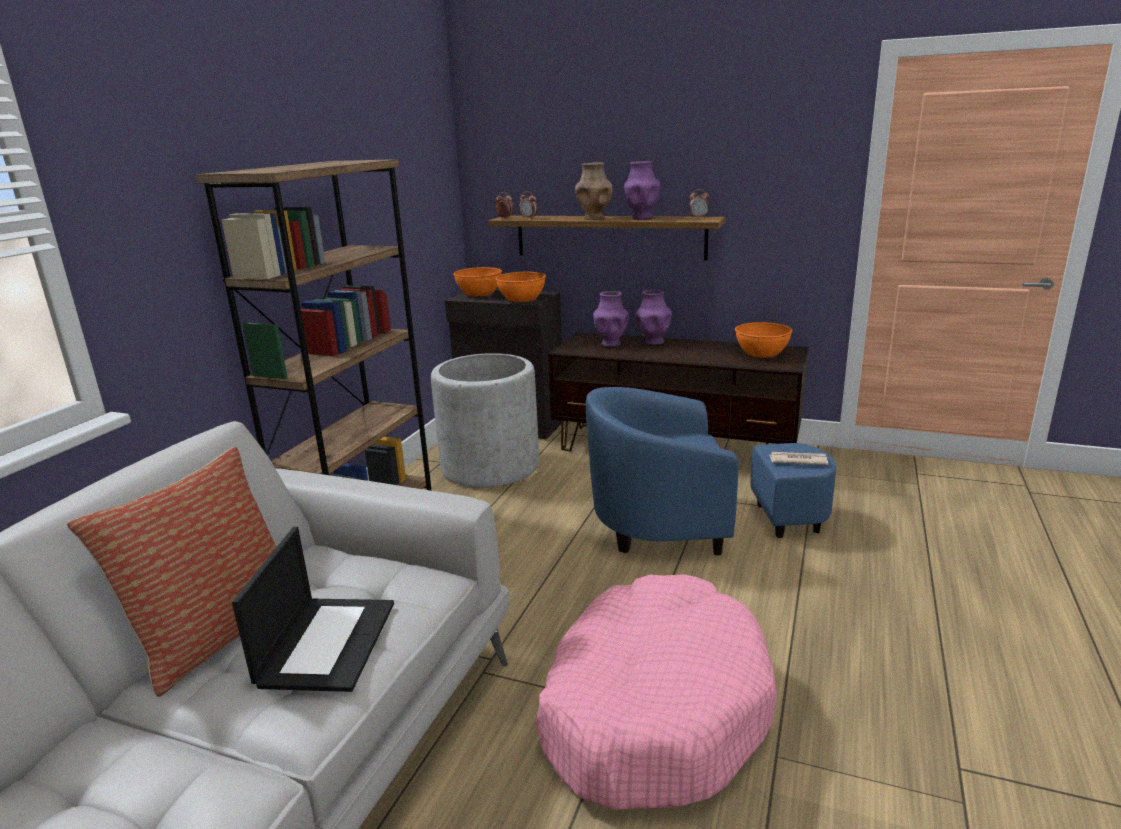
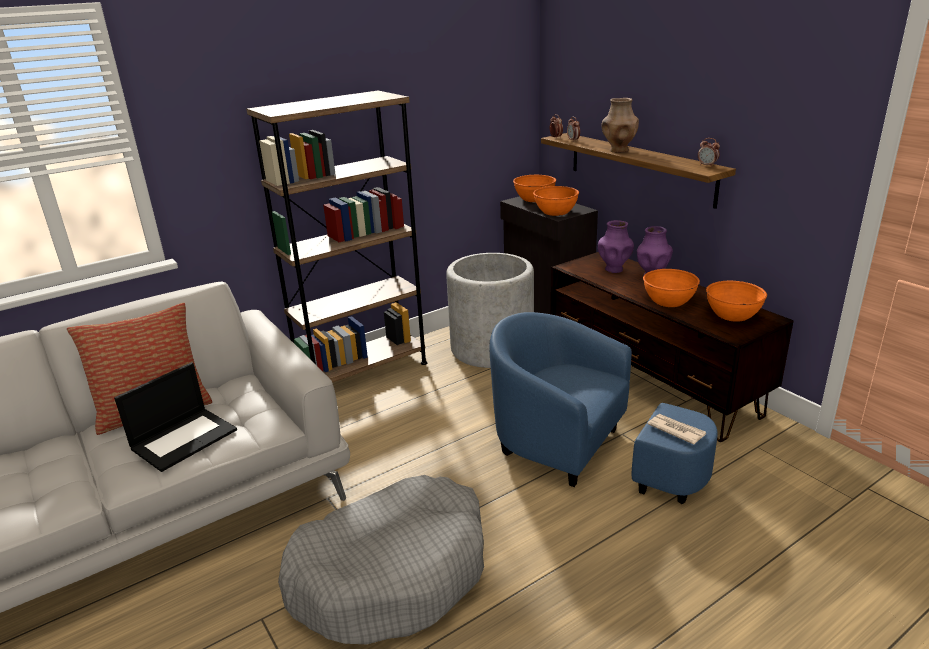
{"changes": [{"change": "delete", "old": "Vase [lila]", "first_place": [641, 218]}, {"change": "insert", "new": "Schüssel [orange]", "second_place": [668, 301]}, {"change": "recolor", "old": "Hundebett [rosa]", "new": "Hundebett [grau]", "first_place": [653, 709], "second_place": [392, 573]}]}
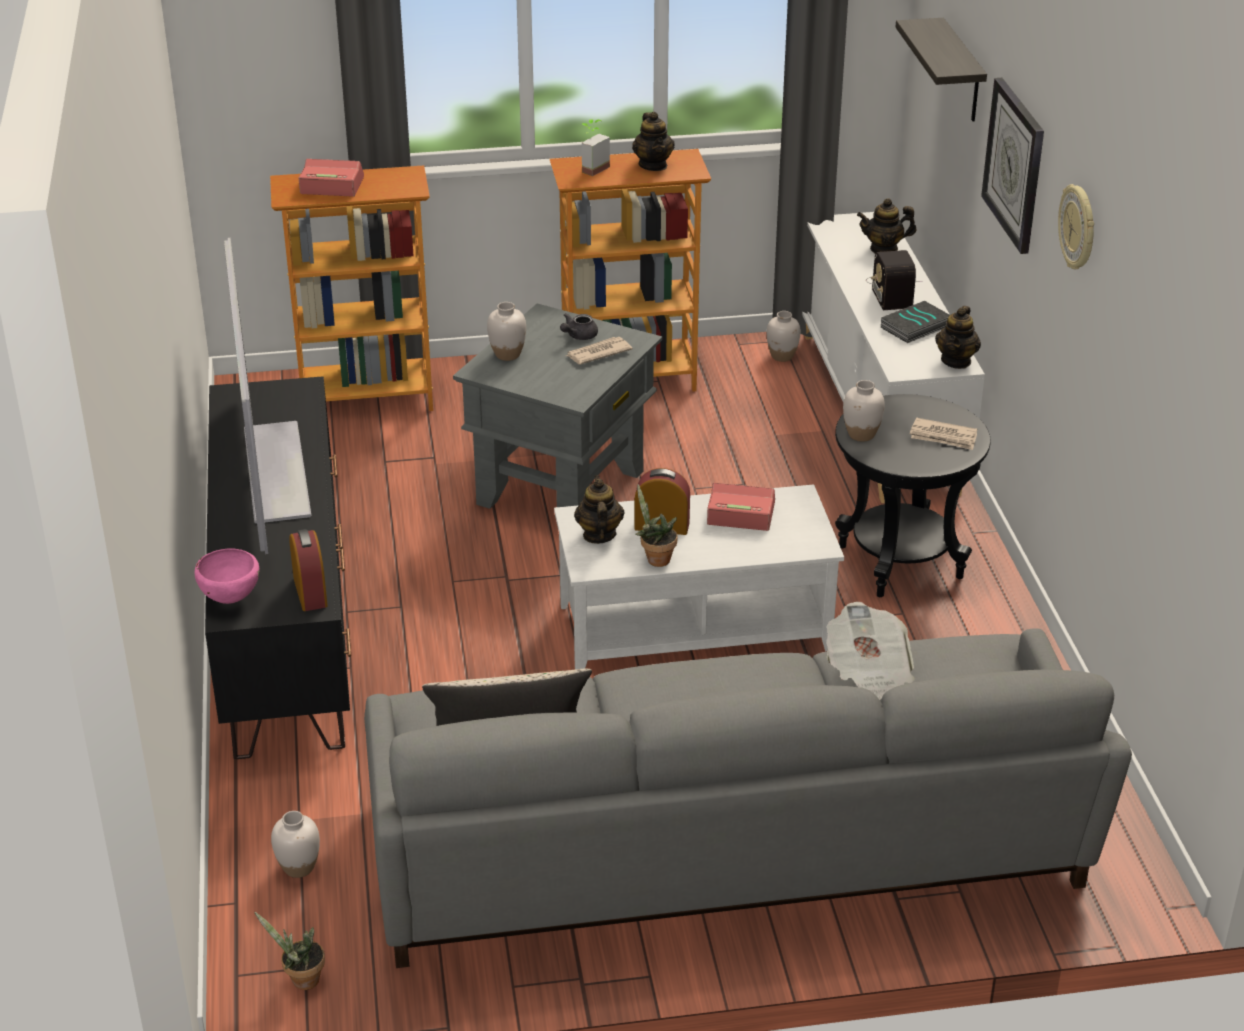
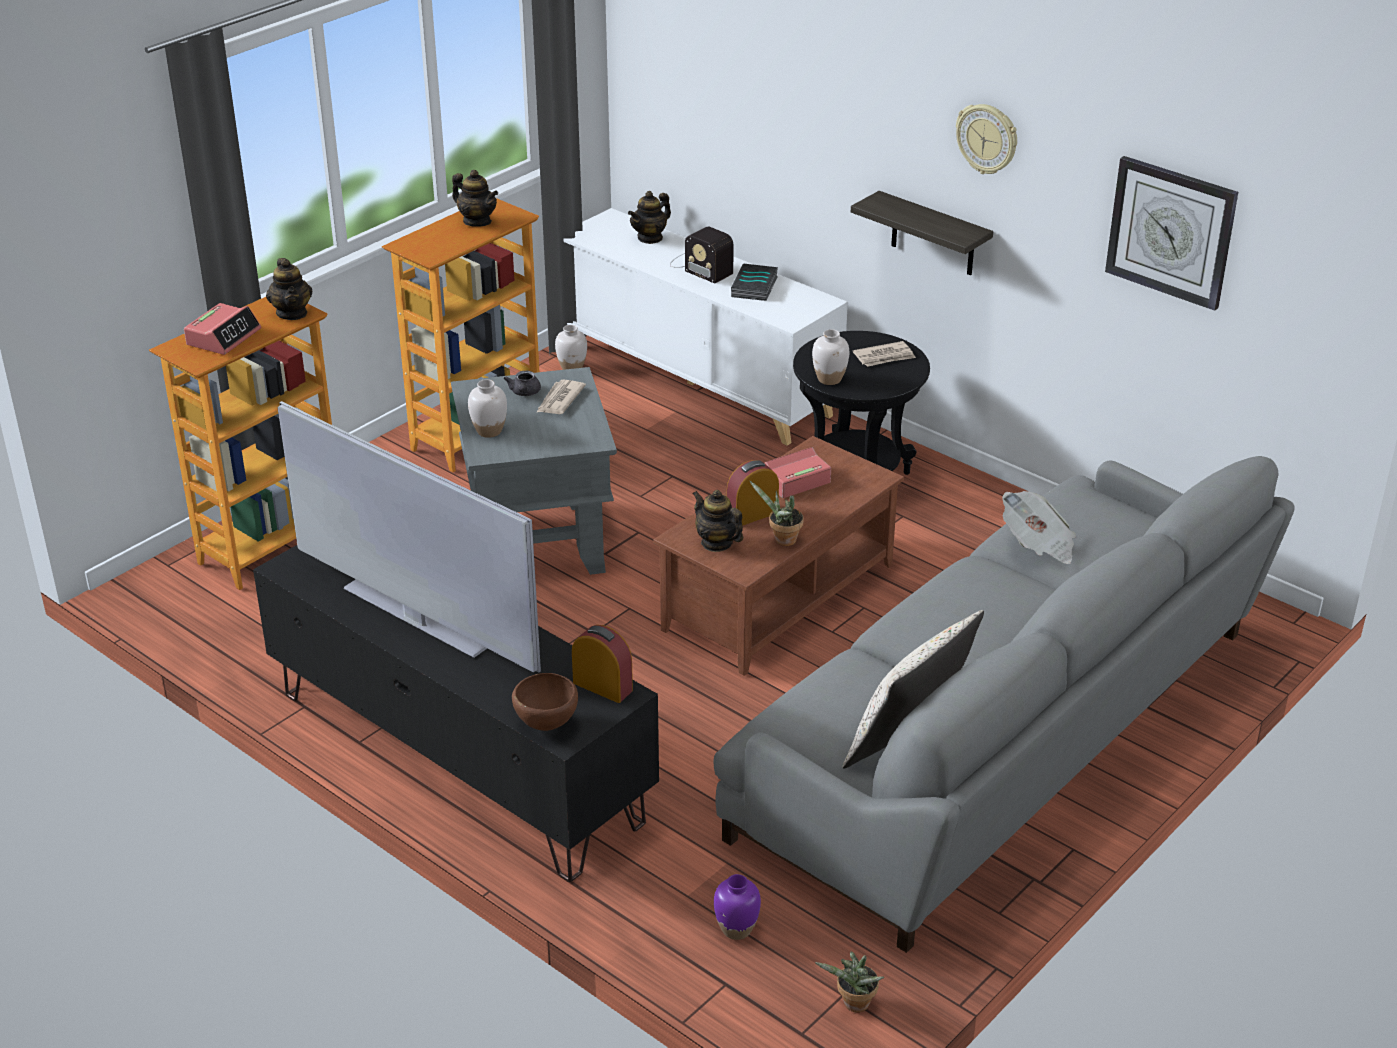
{"changes": [{"change": "delete", "old": "Topfpflanze", "first_place": [591, 168]}, {"change": "move", "old": "Wandregal", "first_place": [962, 72], "second_place": [933, 235]}, {"change": "move", "old": "Teekanne", "first_place": [956, 361], "second_place": [292, 313]}, {"change": "move", "old": "Wanduhr", "first_place": [1015, 164], "second_place": [1171, 232]}, {"change": "recolor", "old": "Schüssel [rosa]", "new": "Schüssel [braun]", "first_place": [230, 599], "second_place": [546, 725]}, {"change": "recolor", "old": "Vase [weiß]", "new": "Vase [lila]", "first_place": [298, 867], "second_place": [736, 929]}, {"change": "recolor", "old": "Couchtisch [weiß]", "new": "Couchtisch [braun]", "first_place": [694, 629], "second_place": [780, 598]}, {"change": "rotate", "old": "Wecker", "first_place": [331, 186], "second_place": [224, 337], "degrees": 150}]}
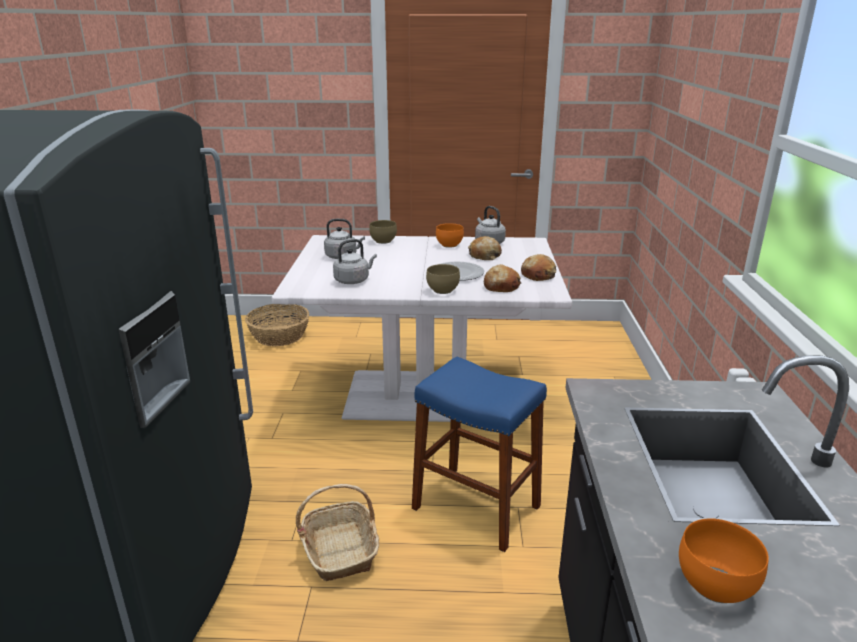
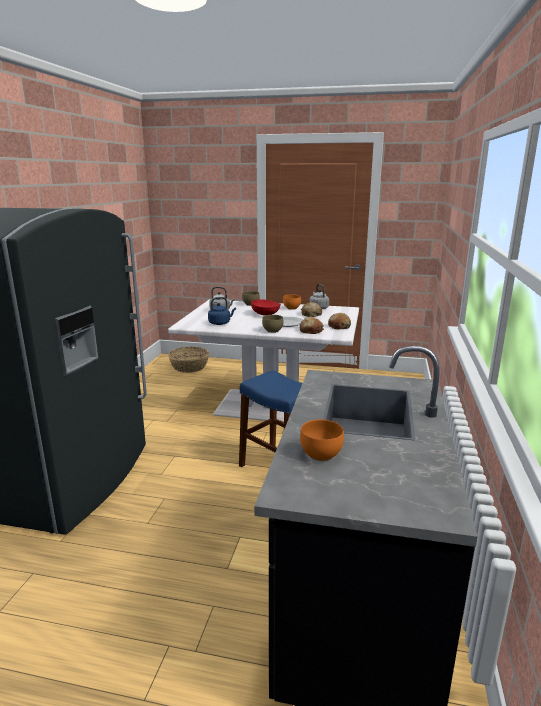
{"changes": [{"change": "delete", "old": "Korb", "first_place": [340, 550]}, {"change": "insert", "new": "Schüssel [rot]", "second_place": [266, 314]}, {"change": "recolor", "old": "Wasserkessel [grau]", "new": "Wasserkessel [blau]", "first_place": [353, 280], "second_place": [220, 323]}]}
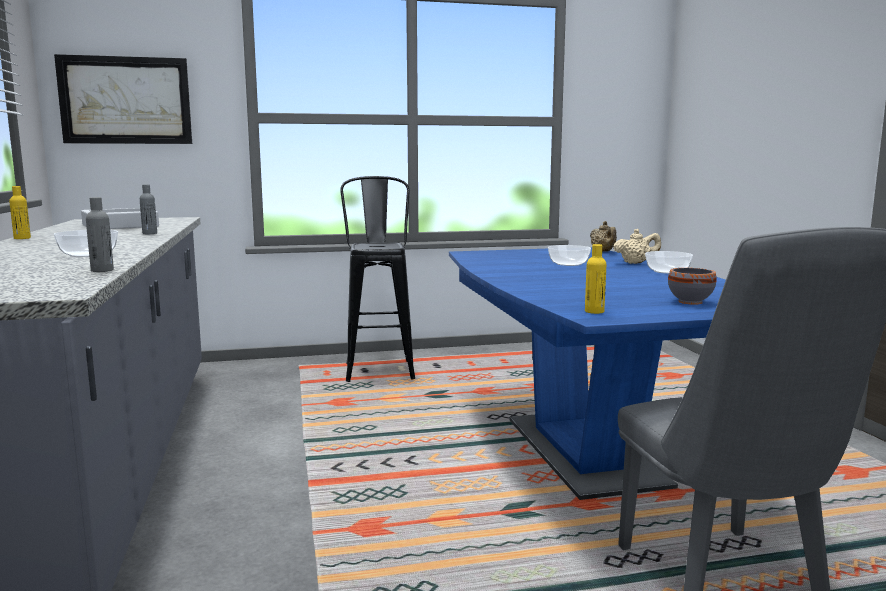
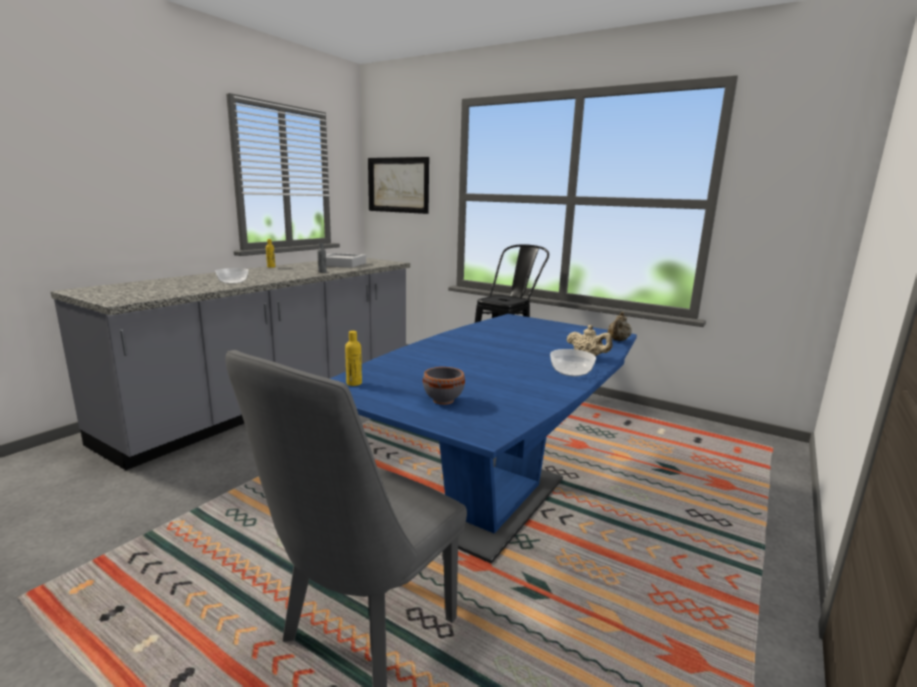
{"changes": [{"change": "delete", "old": "Flasche [grau]", "first_place": [102, 270]}, {"change": "delete", "old": "Schüssel", "first_place": [569, 264]}]}
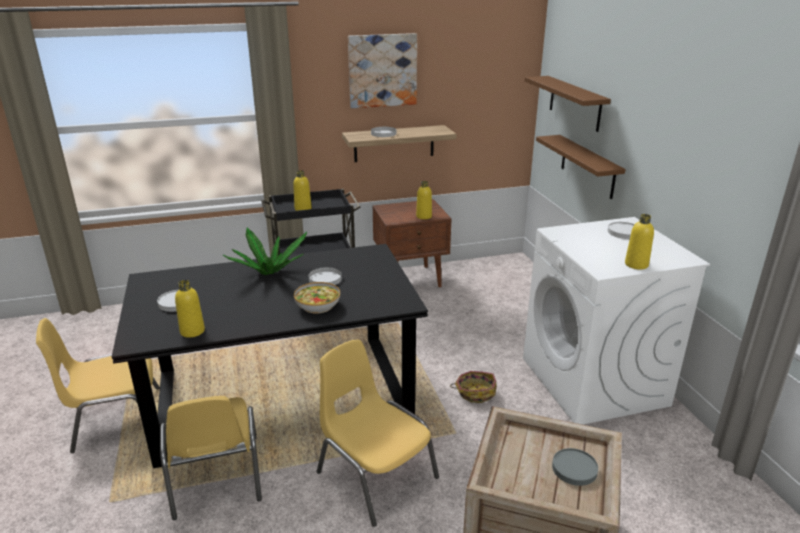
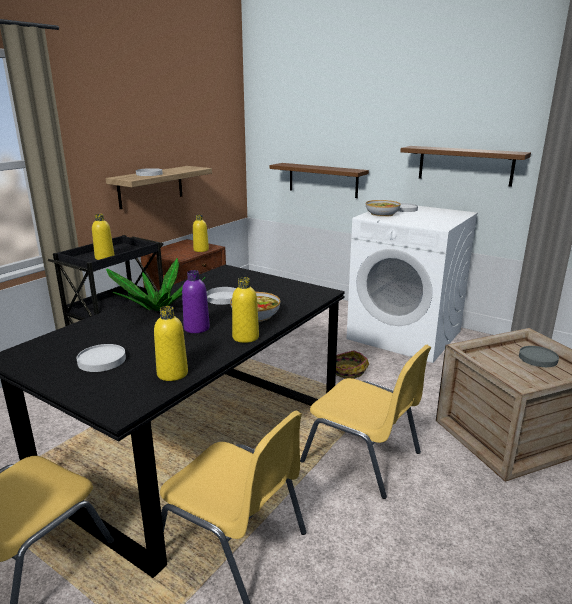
{"changes": [{"change": "delete", "old": "Bild", "first_place": [382, 70]}, {"change": "insert", "new": "Flasche [lila]", "second_place": [196, 328]}, {"change": "insert", "new": "Schüssel", "second_place": [382, 214]}, {"change": "move", "old": "Wandregal [braun]", "first_place": [575, 103], "second_place": [465, 165]}, {"change": "move", "old": "Flasche [gelb]", "first_place": [636, 264], "second_place": [245, 337]}, {"change": "rotate", "old": "Stuhl [gelb]", "first_place": [375, 474], "second_place": [363, 458], "degrees": -150}]}
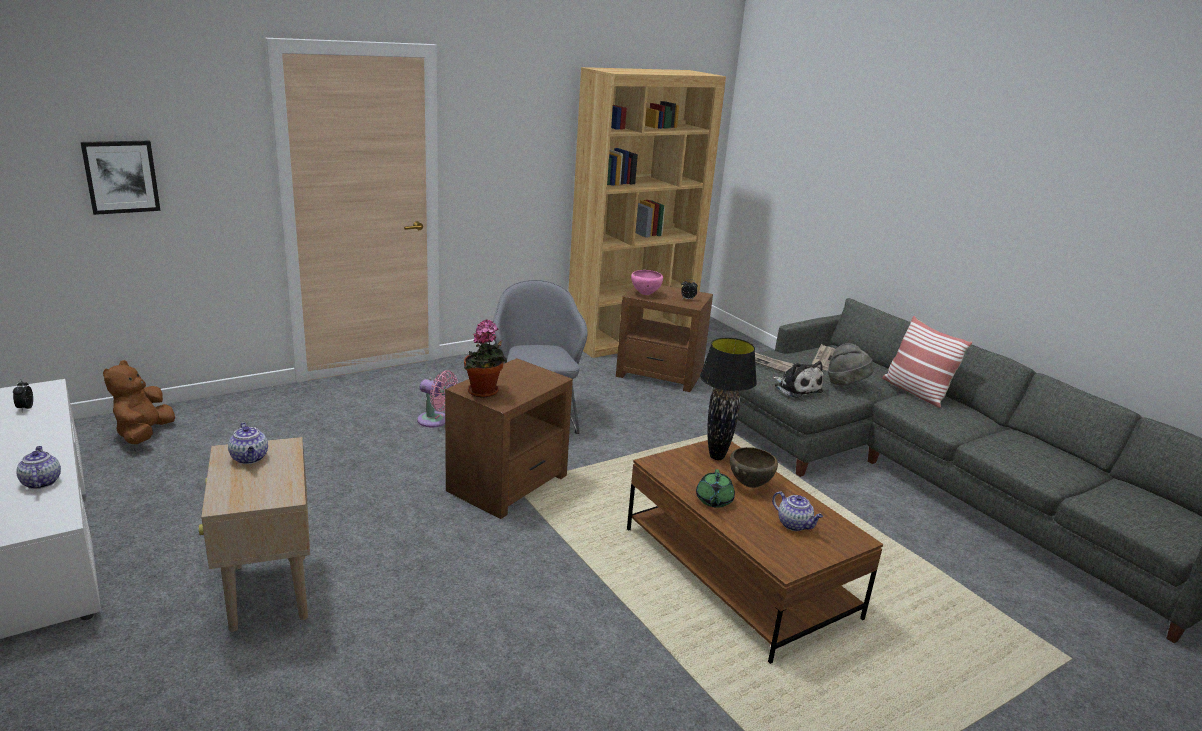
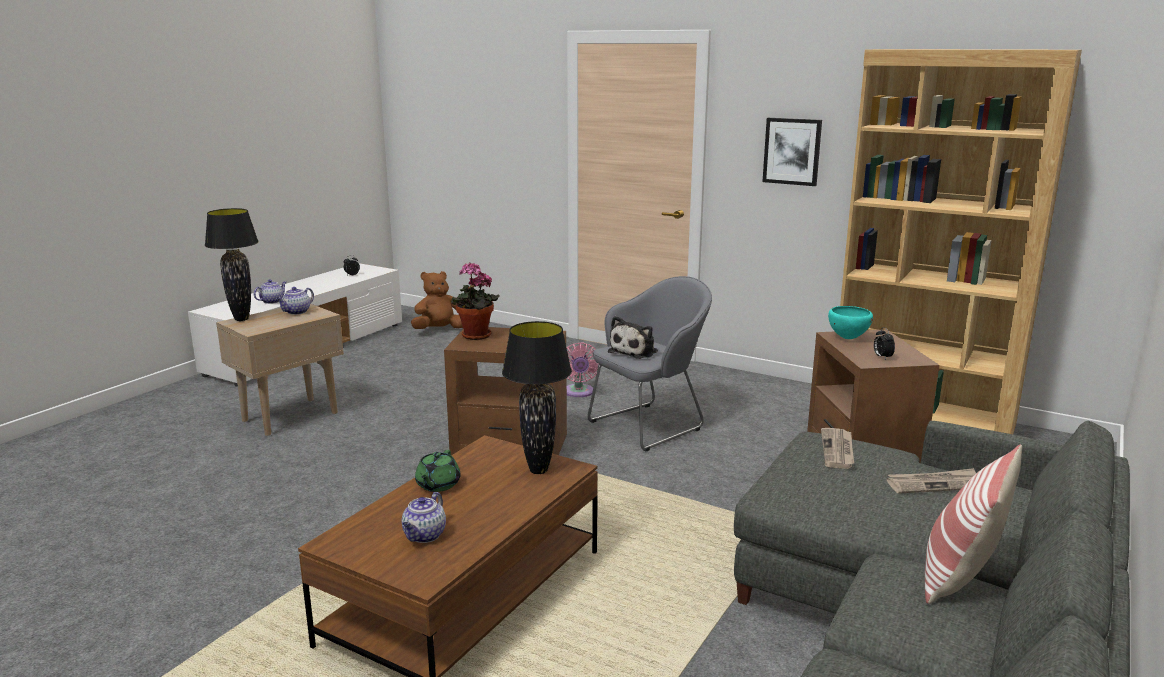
{"changes": [{"change": "delete", "old": "Schüssel [braun]", "first_place": [750, 485]}, {"change": "delete", "old": "Hut [grau]", "first_place": [846, 384]}, {"change": "insert", "new": "Tischlampe [schwarz]", "second_place": [241, 319]}, {"change": "move", "old": "Bild", "first_place": [121, 176], "second_place": [792, 151]}, {"change": "move", "old": "Plüschtier", "first_place": [796, 388], "second_place": [635, 351]}, {"change": "recolor", "old": "Schüssel [rosa]", "new": "Schüssel [türkis]", "first_place": [645, 294], "second_place": [847, 338]}, {"change": "rotate", "old": "Teekanne [grün]", "first_place": [714, 500], "second_place": [437, 485], "degrees": -60}]}
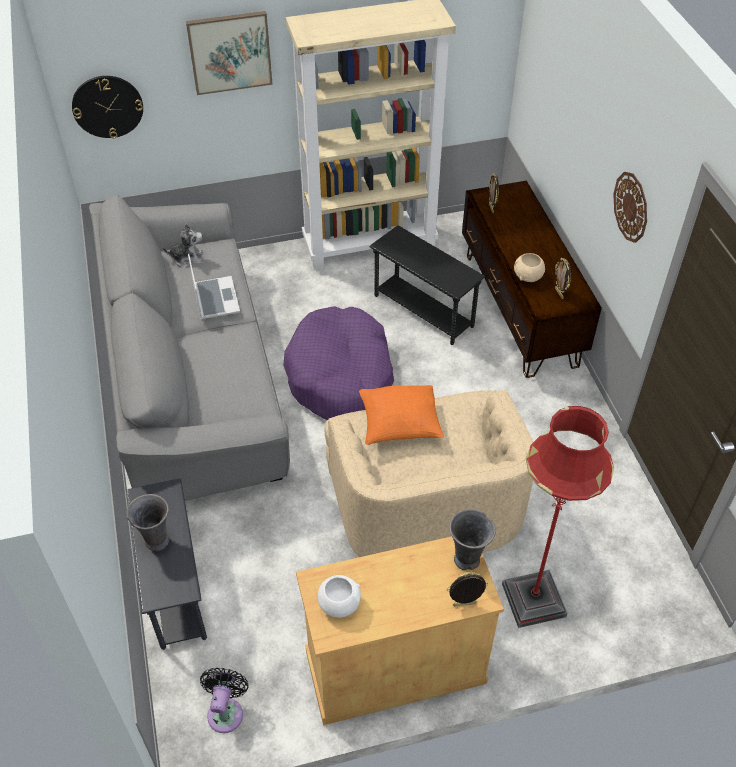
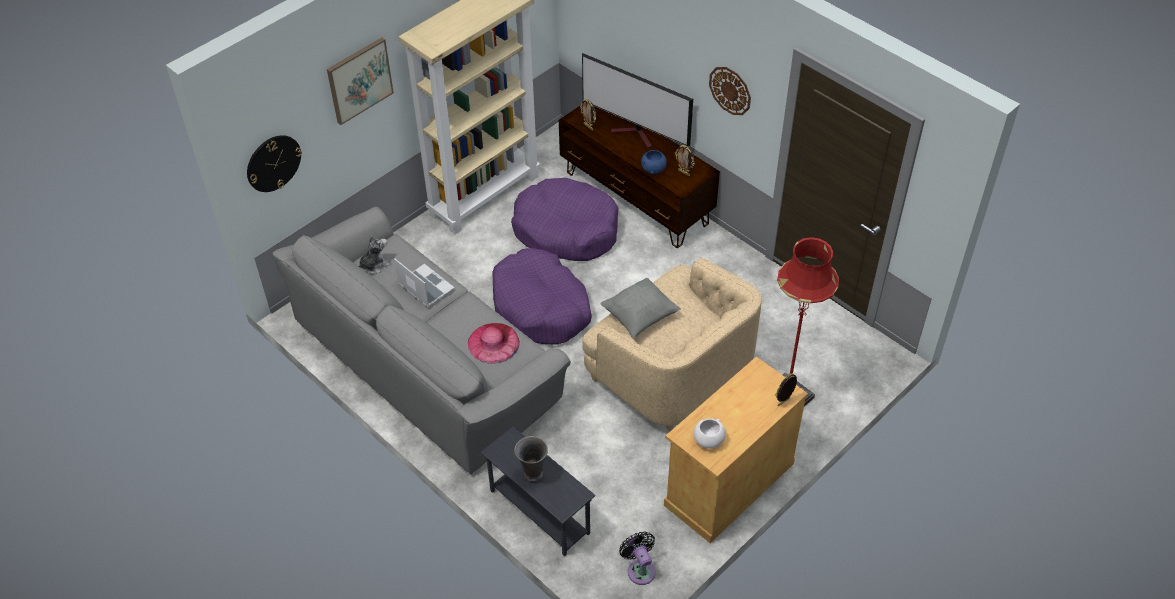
{"changes": [{"change": "delete", "old": "Vase [grau]", "first_place": [467, 560]}, {"change": "insert", "new": "Hut [rosa]", "second_place": [493, 343]}, {"change": "insert", "new": "Fernseher", "second_place": [636, 134]}, {"change": "replace", "old": "Beistelltisch [schwarz]", "new": "Hundebett [lila]", "first_place": [423, 310], "second_place": [566, 230]}, {"change": "recolor", "old": "Kissen [orange]", "new": "Kissen [grau]", "first_place": [399, 425], "second_place": [639, 317]}, {"change": "recolor", "old": "Schüssel [beige]", "new": "Schüssel [blau]", "first_place": [528, 276], "second_place": [653, 169]}]}
